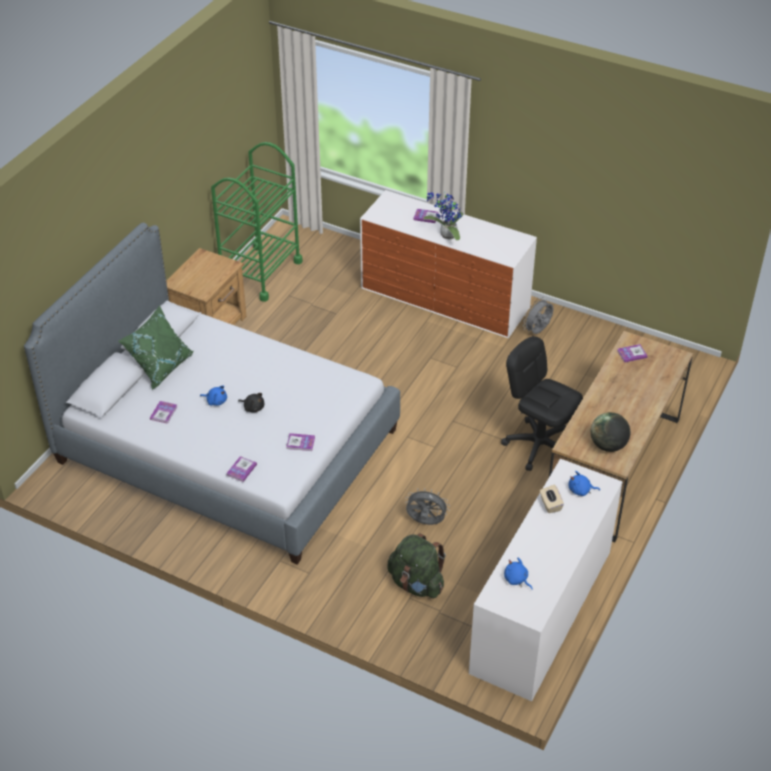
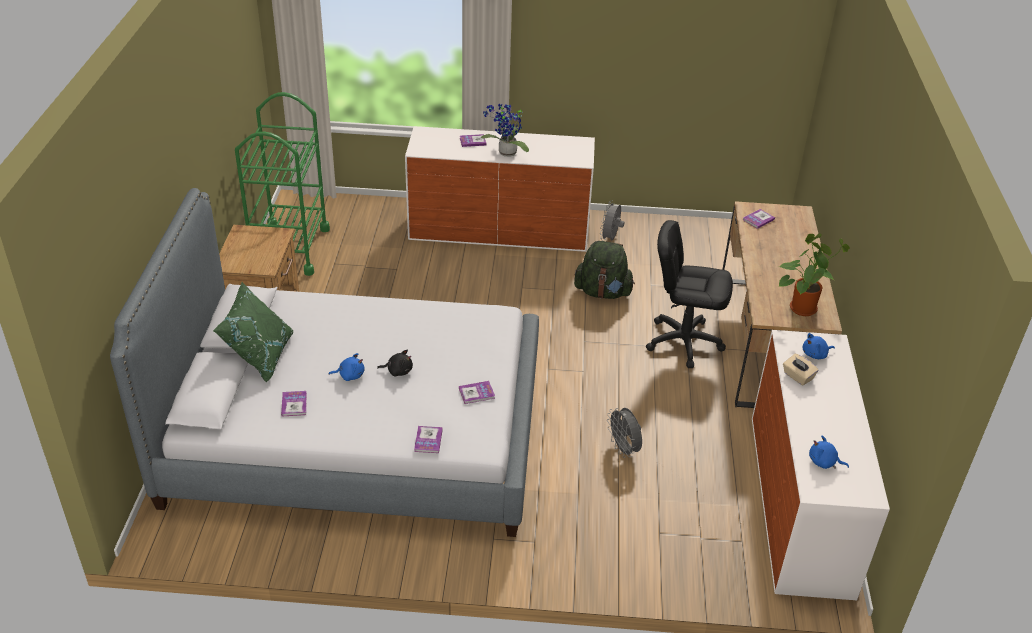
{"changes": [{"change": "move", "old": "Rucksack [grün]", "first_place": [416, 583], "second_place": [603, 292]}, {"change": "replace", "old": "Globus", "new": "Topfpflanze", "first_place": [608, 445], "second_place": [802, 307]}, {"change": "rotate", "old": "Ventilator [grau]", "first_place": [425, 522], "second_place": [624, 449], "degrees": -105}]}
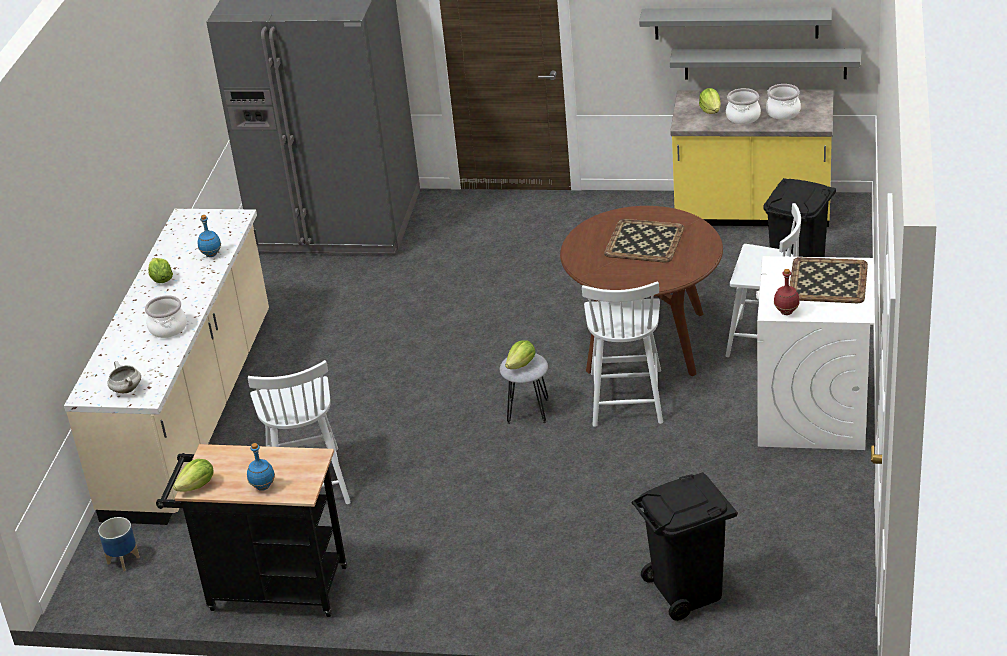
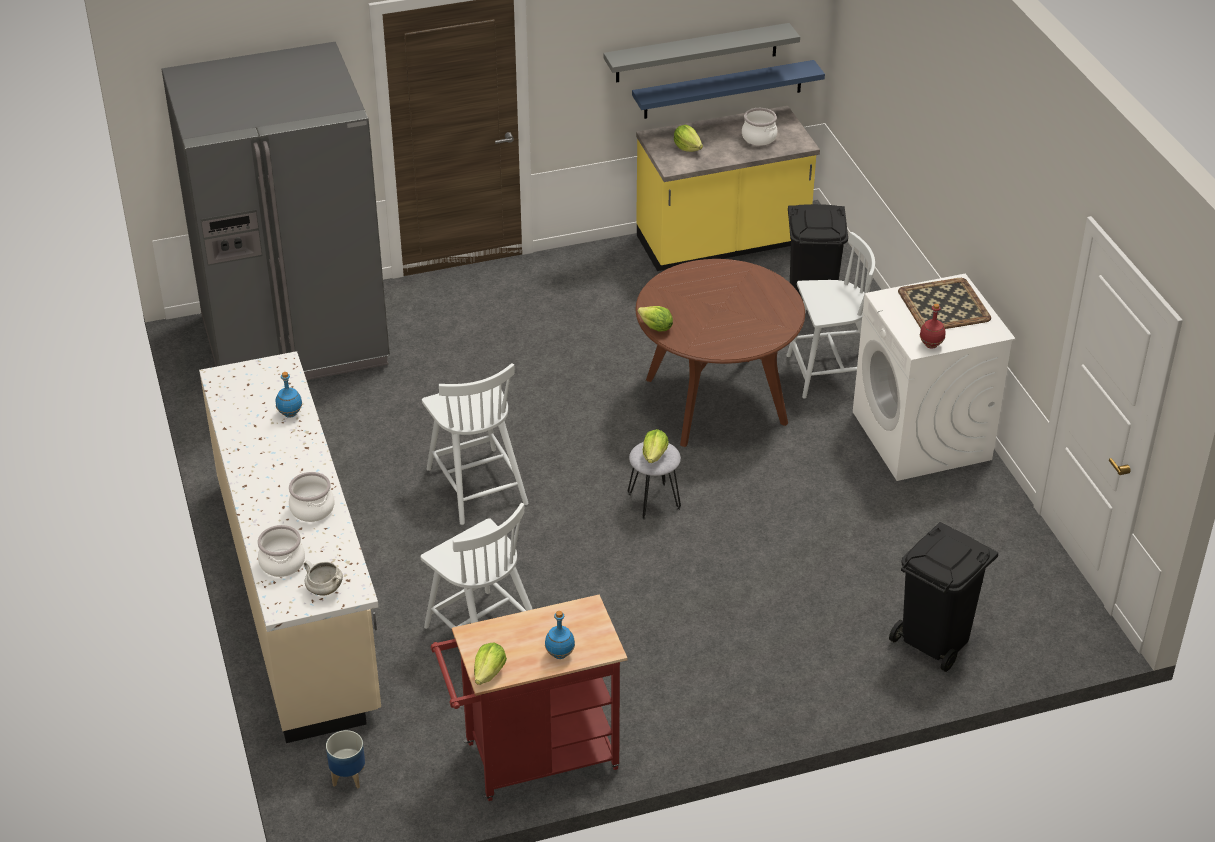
{"changes": [{"change": "delete", "old": "Tablett", "first_place": [645, 241]}, {"change": "move", "old": "Salatkopf", "first_place": [161, 279], "second_place": [656, 328]}, {"change": "move", "old": "Stuhl [weiß]", "first_place": [626, 396], "second_place": [476, 485]}, {"change": "move", "old": "Kochtopf", "first_place": [742, 117], "second_place": [281, 563]}, {"change": "recolor", "old": "Rollwagen [schwarz]", "new": "Rollwagen [rot]", "first_place": [269, 589], "second_place": [532, 759]}, {"change": "recolor", "old": "Wandregal [grau]", "new": "Wandregal [blau]", "first_place": [765, 63], "second_place": [723, 89]}]}
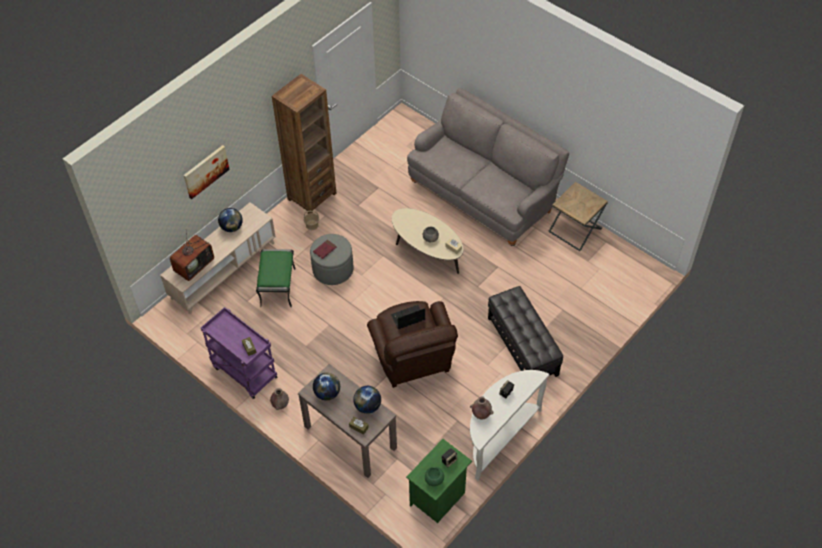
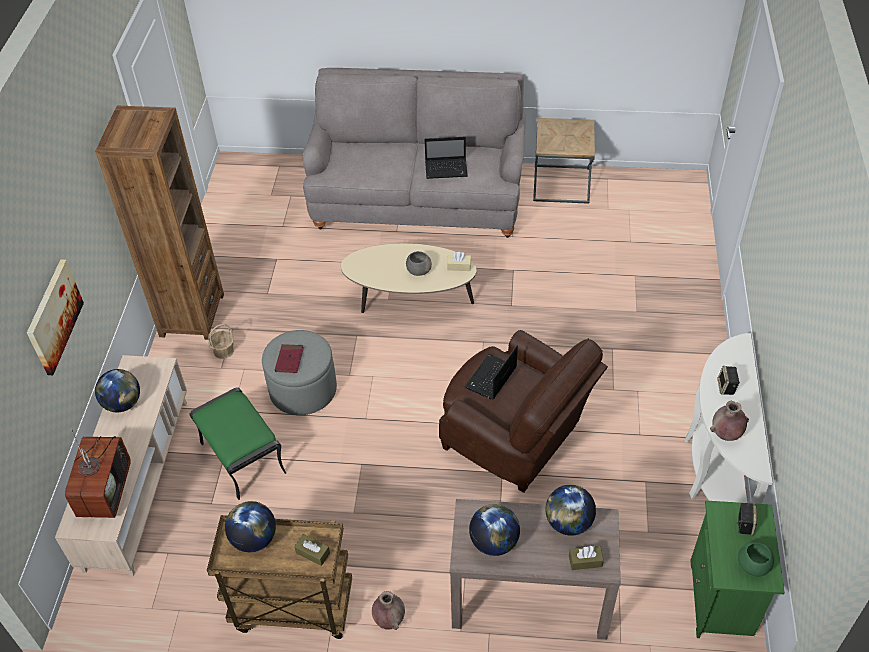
{"changes": [{"change": "delete", "old": "Polsterhocker [schwarz]", "first_place": [523, 346]}, {"change": "insert", "new": "Globus", "second_place": [254, 539]}, {"change": "insert", "new": "Laptop", "second_place": [447, 169]}, {"change": "recolor", "old": "Rollwagen [lila]", "new": "Rollwagen [braun]", "first_place": [243, 372], "second_place": [291, 608]}]}
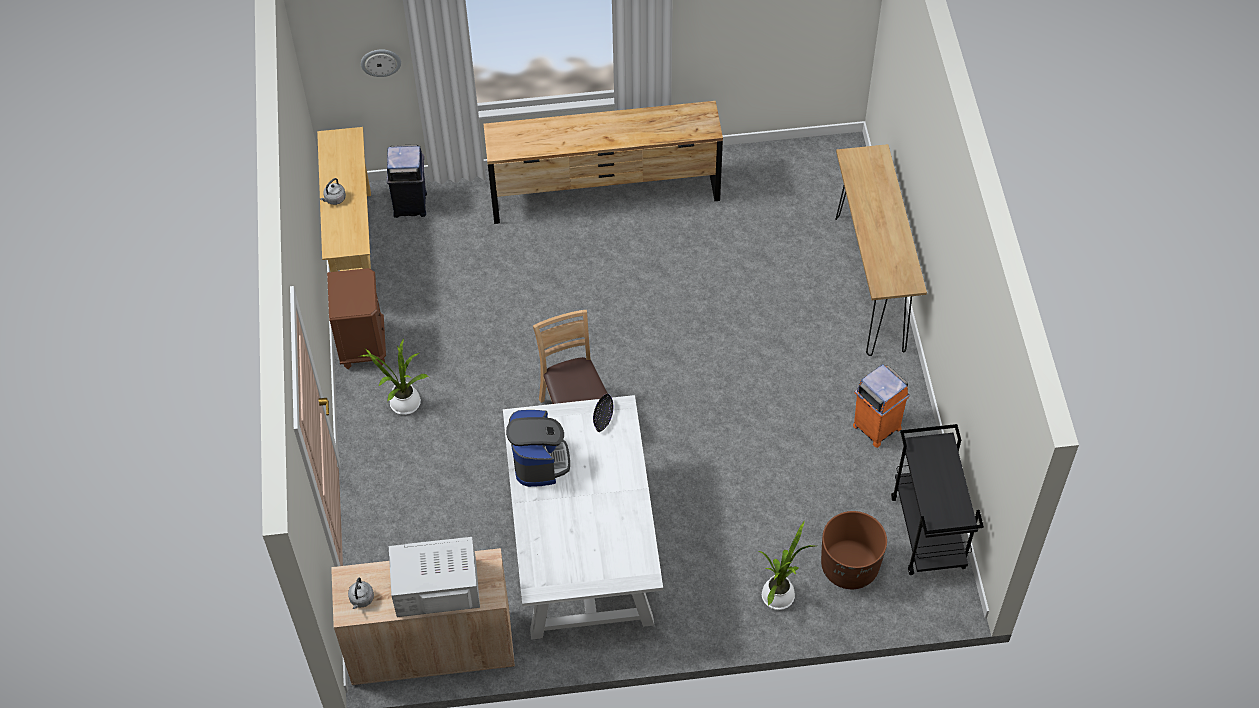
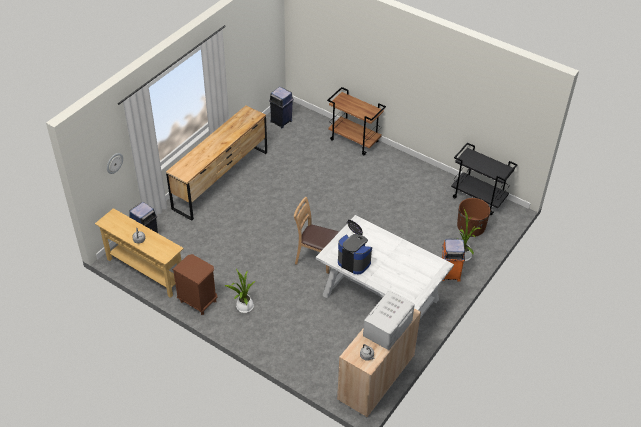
{"changes": [{"change": "insert", "new": "Mülleimer [blau]", "second_place": [281, 121]}, {"change": "move", "old": "Mülleimer [orange]", "first_place": [876, 426], "second_place": [449, 274]}, {"change": "replace", "old": "Konsolentisch [braun]", "new": "Rollwagen [braun]", "first_place": [870, 283], "second_place": [354, 141]}]}
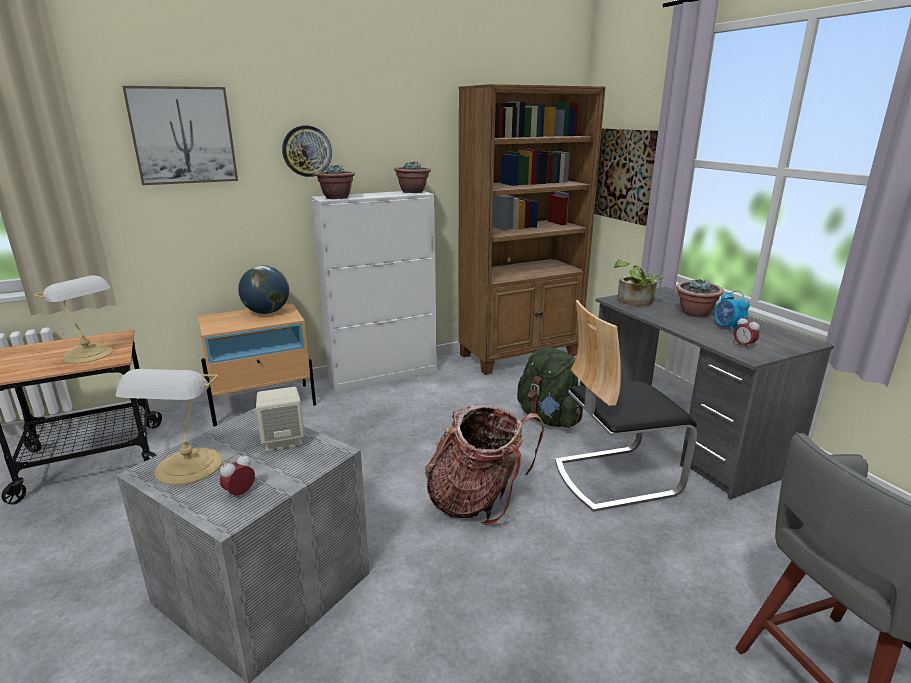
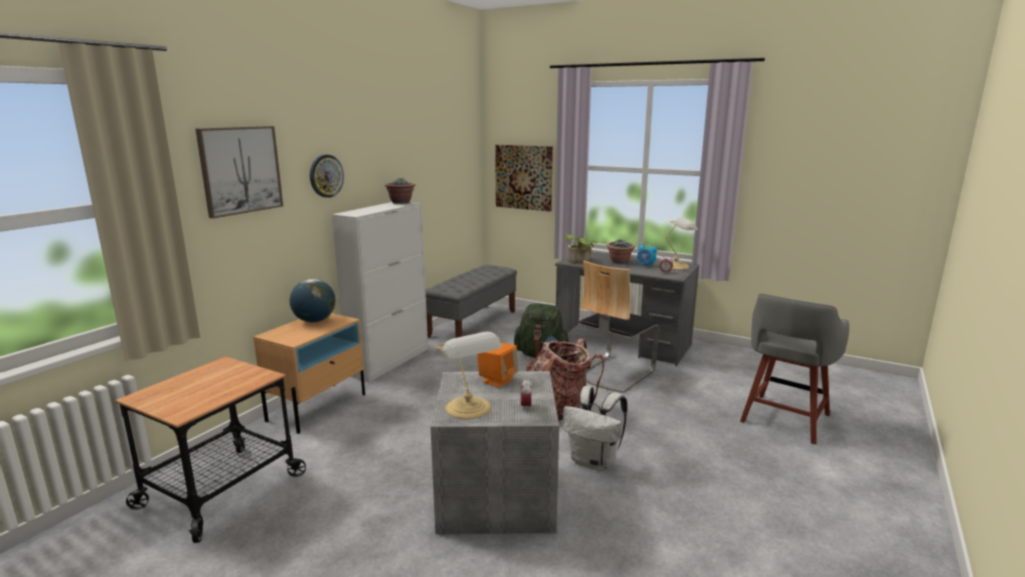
{"changes": [{"change": "delete", "old": "Topfpflanze", "first_place": [336, 198]}, {"change": "insert", "new": "Rucksack [weiß]", "second_place": [594, 461]}, {"change": "move", "old": "Tischlampe", "first_place": [89, 354], "second_place": [677, 266]}, {"change": "replace", "old": "Bücherregal [braun]", "new": "Bank [grau]", "first_place": [520, 355], "second_place": [473, 323]}, {"change": "recolor", "old": "Lautsprecher [beige]", "new": "Lautsprecher [orange]", "first_place": [283, 440], "second_place": [497, 380]}]}
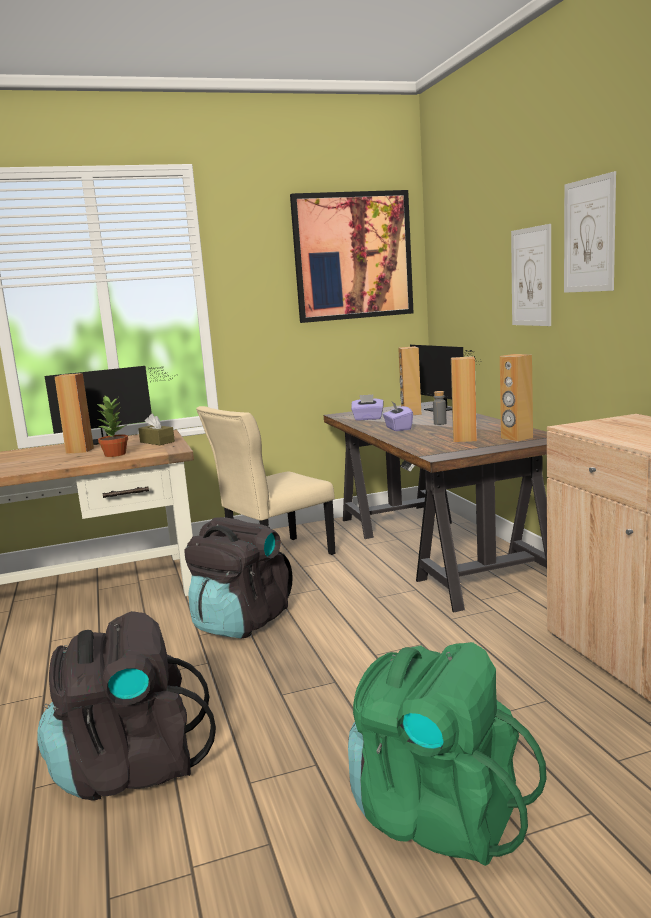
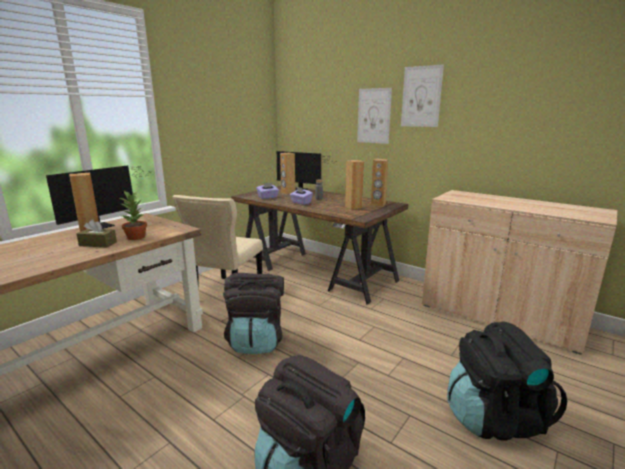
{"changes": [{"change": "delete", "old": "Bild", "first_place": [353, 256]}, {"change": "move", "old": "Taschentuchbox [braun]", "first_place": [157, 442], "second_place": [98, 244]}, {"change": "recolor", "old": "Rucksack [grün]", "new": "Rucksack [schwarz]", "first_place": [437, 815], "second_place": [494, 418]}]}
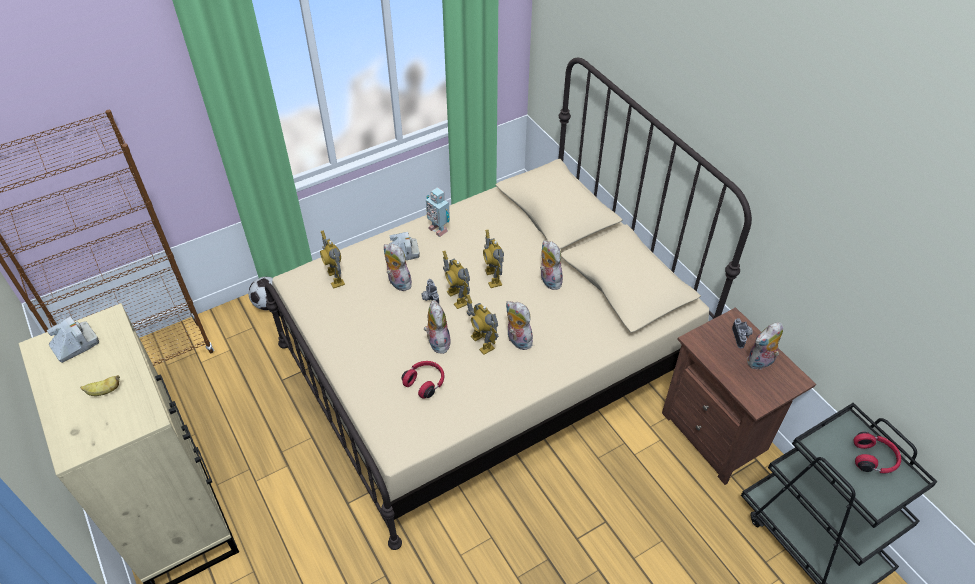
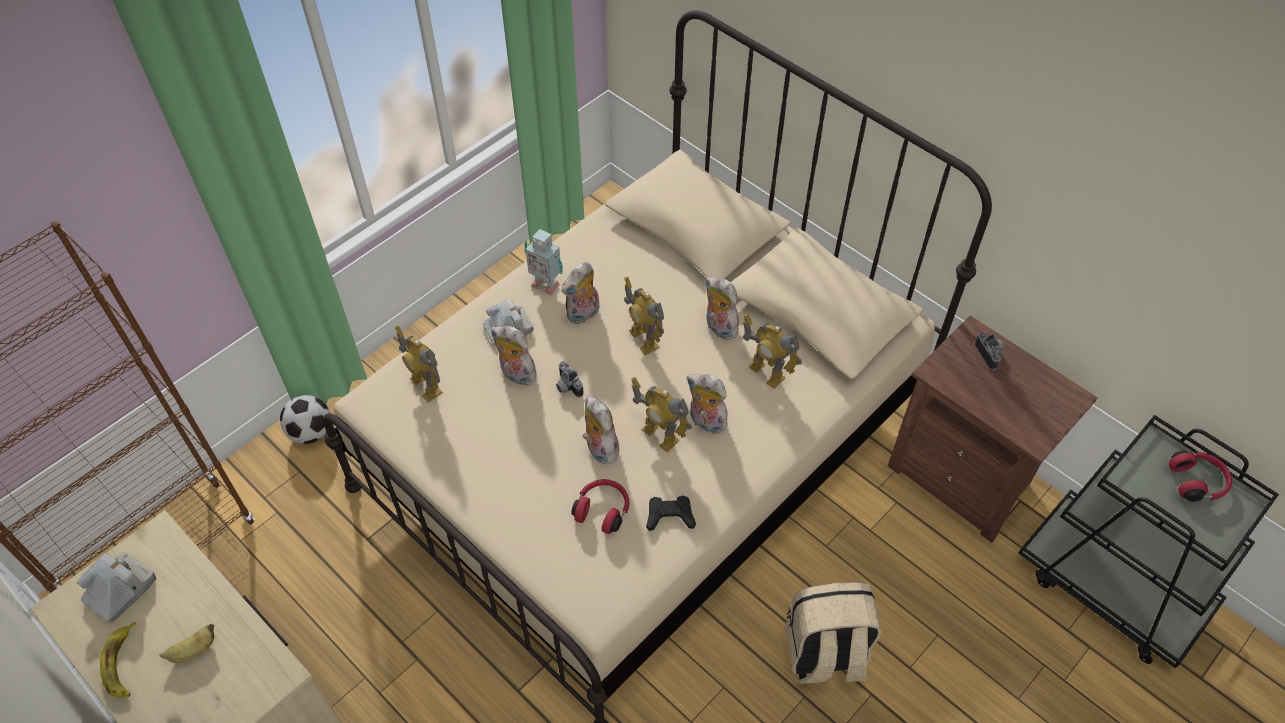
{"changes": [{"change": "insert", "new": "Banane", "second_place": [122, 664]}, {"change": "insert", "new": "Gamepad [schwarz]", "second_place": [670, 516]}, {"change": "insert", "new": "Rucksack [beige]", "second_place": [824, 654]}, {"change": "move", "old": "Spielzeugroboter", "first_place": [457, 298], "second_place": [766, 373]}, {"change": "move", "old": "Plüschtier", "first_place": [760, 363], "second_place": [583, 314]}]}
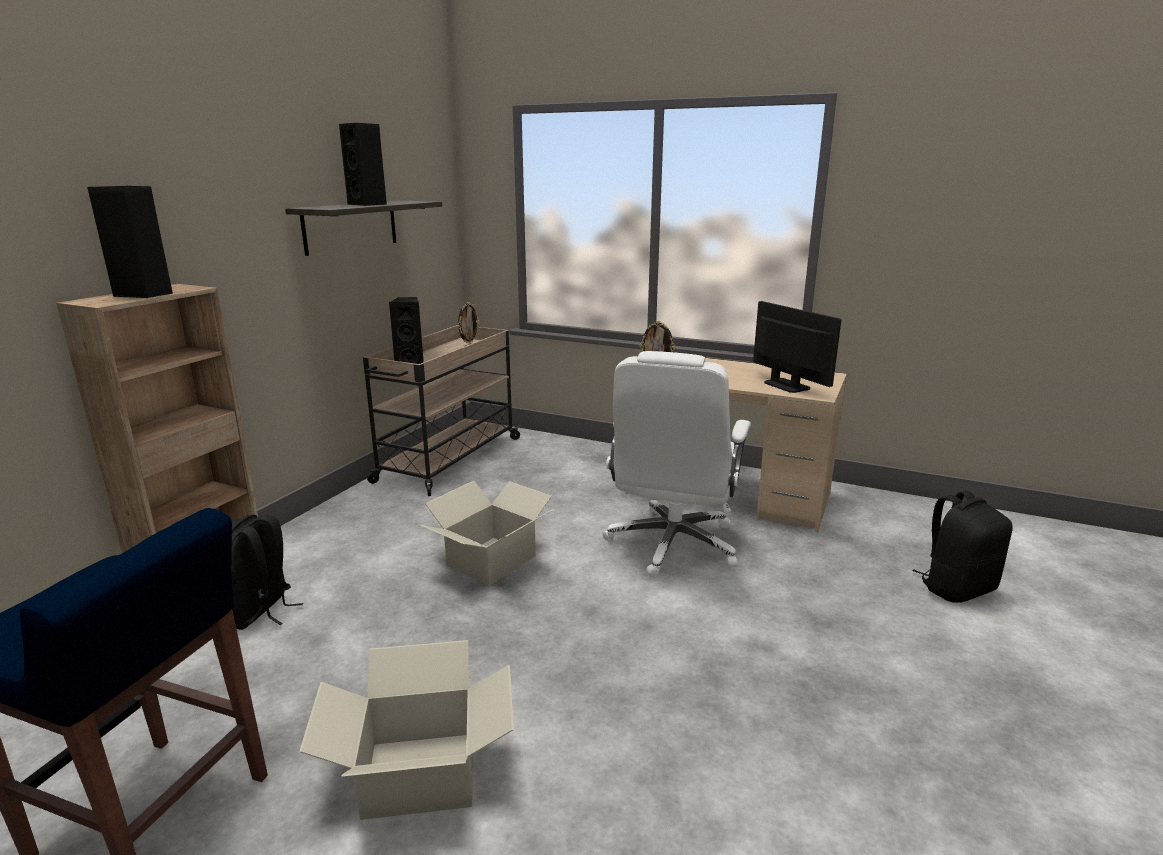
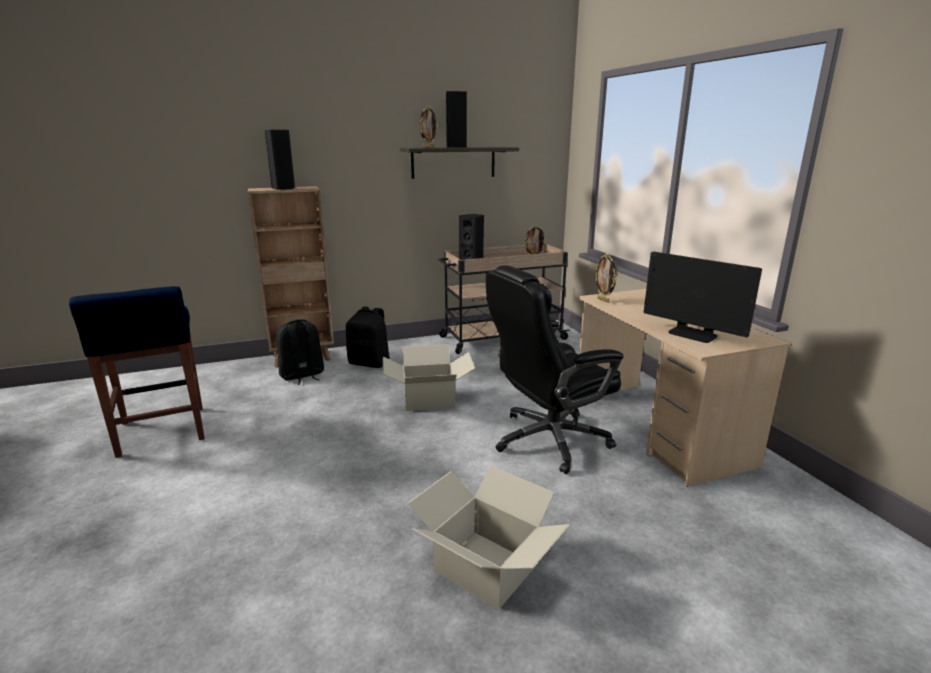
{"changes": [{"change": "insert", "new": "Bilderrahmen", "second_place": [428, 147]}, {"change": "move", "old": "Karton", "first_place": [420, 773], "second_place": [485, 567]}, {"change": "move", "old": "Rucksack [schwarz]", "first_place": [956, 588], "second_place": [370, 363]}, {"change": "recolor", "old": "Bürostuhl [weiß]", "new": "Bürostuhl [schwarz]", "first_place": [672, 544], "second_place": [548, 440]}, {"change": "rotate", "old": "Monitor", "first_place": [786, 385], "second_place": [692, 334], "degrees": 120}]}
